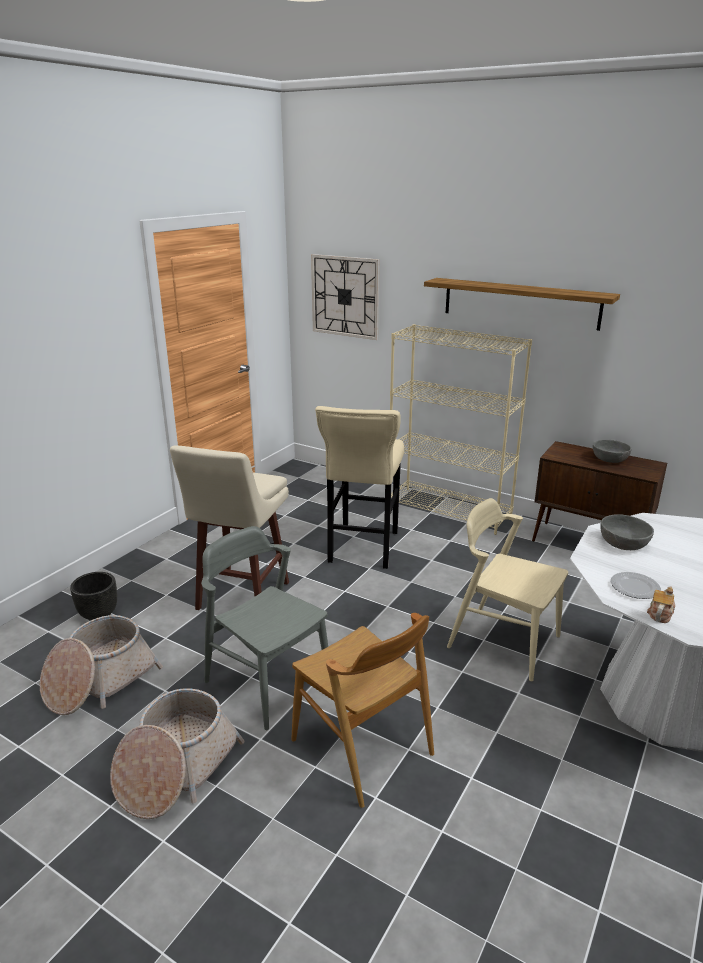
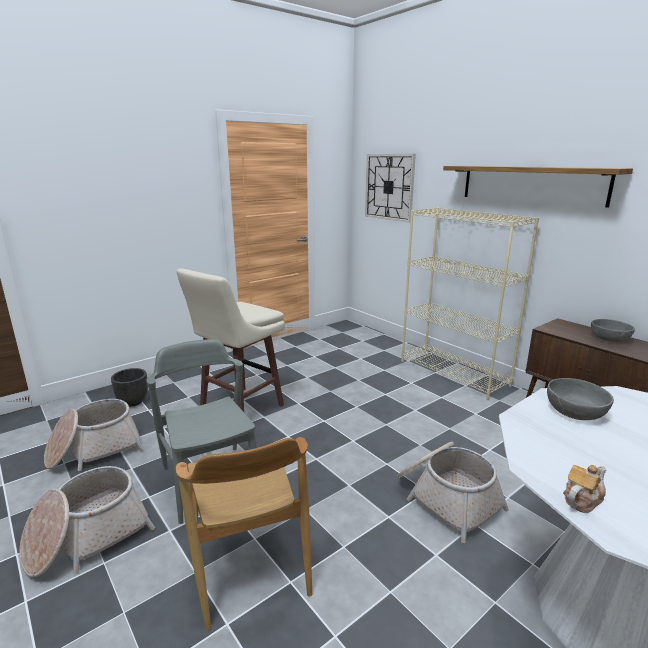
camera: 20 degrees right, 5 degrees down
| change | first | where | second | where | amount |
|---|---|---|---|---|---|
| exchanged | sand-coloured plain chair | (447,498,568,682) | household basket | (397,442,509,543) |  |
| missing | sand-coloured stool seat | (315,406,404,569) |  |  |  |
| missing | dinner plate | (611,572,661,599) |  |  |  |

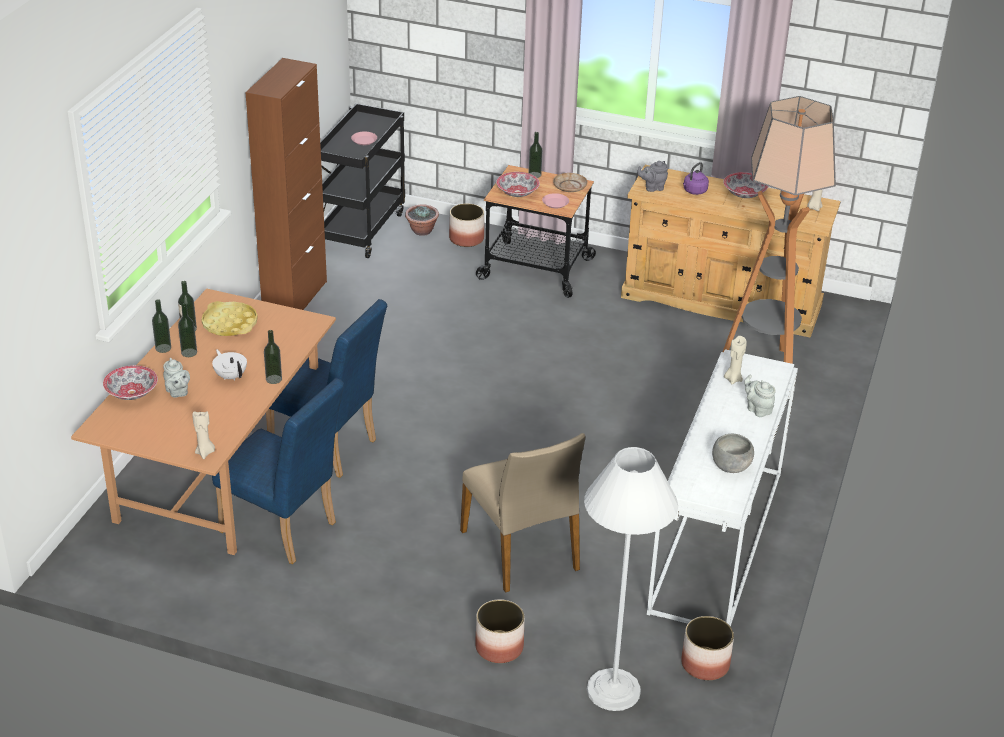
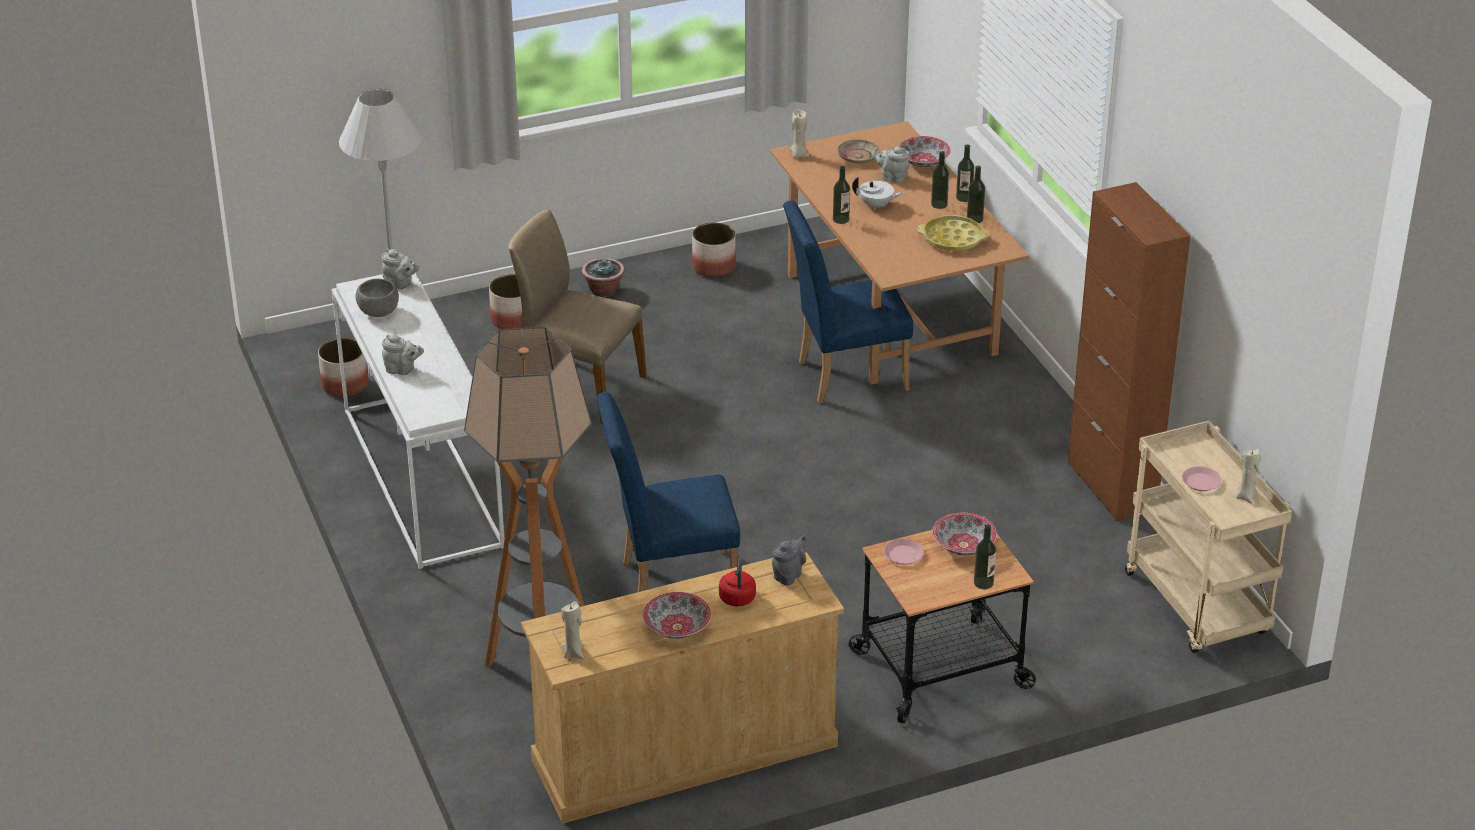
camera: 140 degrees right, 0 degrees up
| change | first | where | second | where | amount |
|---|---|---|---|---|---|
| appeared |  |  | gray pot for tea | (382,249,419,289) |  |
| relocated | houseplant | (405,204,439,236) |  | (582,258,625,298) |  |
| relocated | bluish plain chair | (212,378,345,565) |  | (596,392,740,592) |  |
| relocated | planter | (449,203,484,247) |  | (692,223,736,277) |  |
| colour | purple-coloured kettle | (683,162,709,195) | red kettle | (719,558,756,606) |  |
| relocated | sand-coloured dinner plate | (553,173,587,192) |  | (837,139,880,163) |  |
| colour | blackish wheeled cart | (320,103,405,258) | sand-coloured wheeled cart | (1125,421,1292,653) |  |
| relocated | sand-coloured wax candle | (724,336,747,384) |  | (1236,449,1261,504) |  |

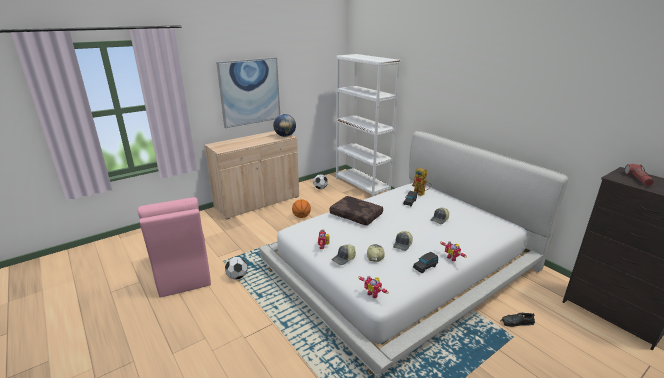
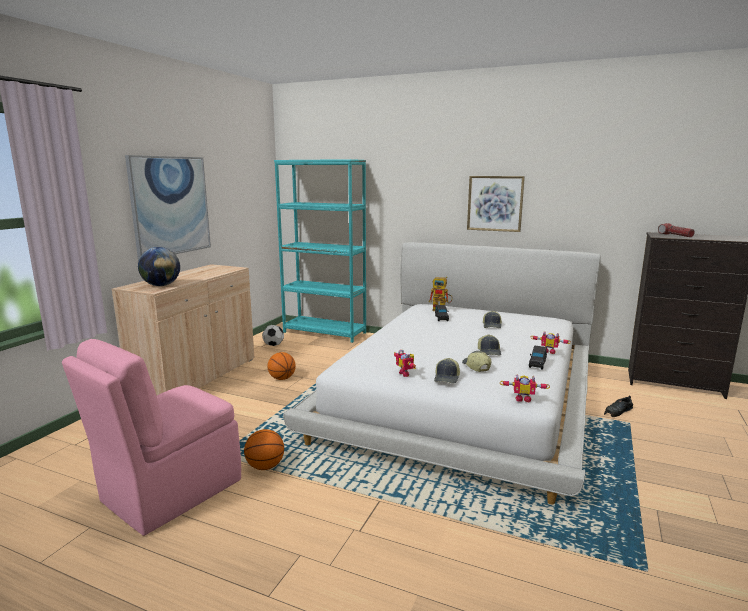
camera: 30 degrees left, 10 degrees down
| change | first | where | second | where | amount |
|---|---|---|---|---|---|
| spun | pinkish plain chair | (138,197,211,298) |  | (62,339,241,536) | 90 degrees clockwise |
| relocated | desk globe | (273,114,296,137) |  | (138,247,180,286) |  |
| exchanged | ball for football | (225,257,248,280) | basketball | (244,429,284,470) |  |
| colour | white-coloured bookcase | (336,54,400,197) | turquoise-coloured bookcase | (274,159,366,343) |  |
| appeared |  |  | wall art | (467,176,525,232) |  |
| missing | brown-coloured pillow | (329,196,383,226) |  |  |  |

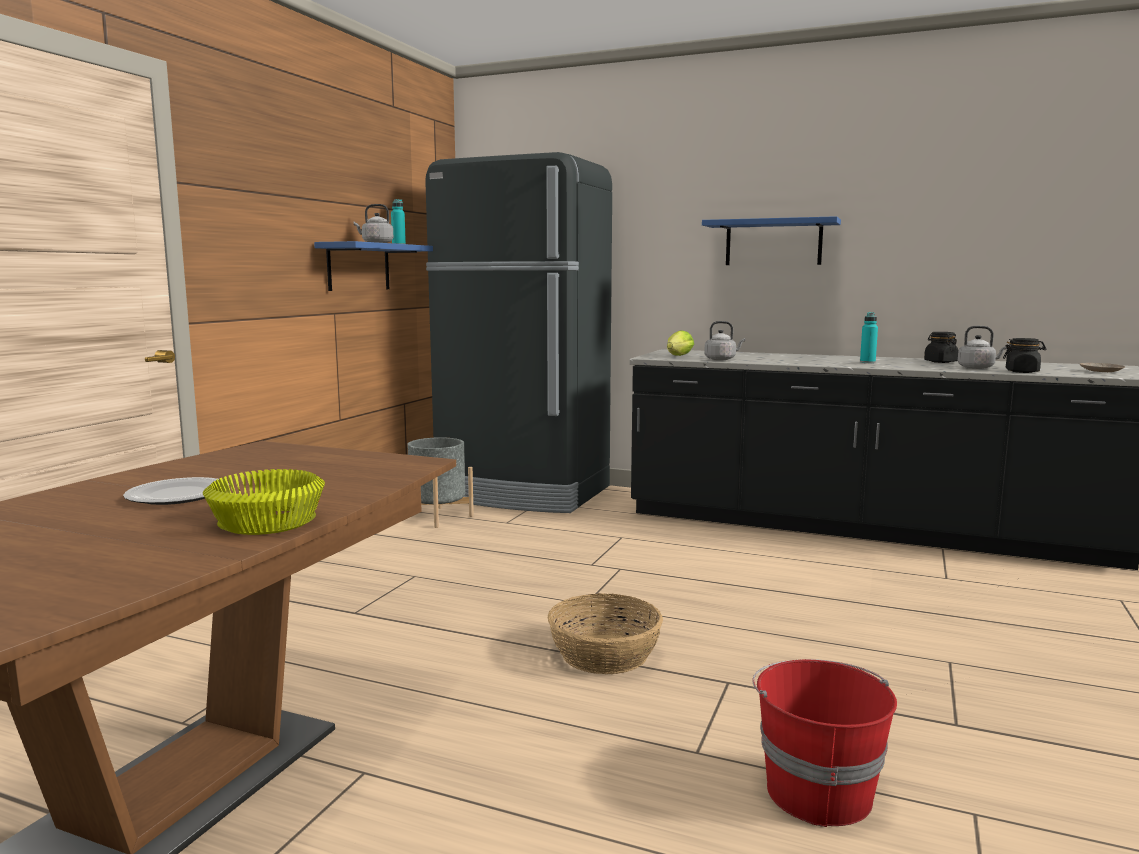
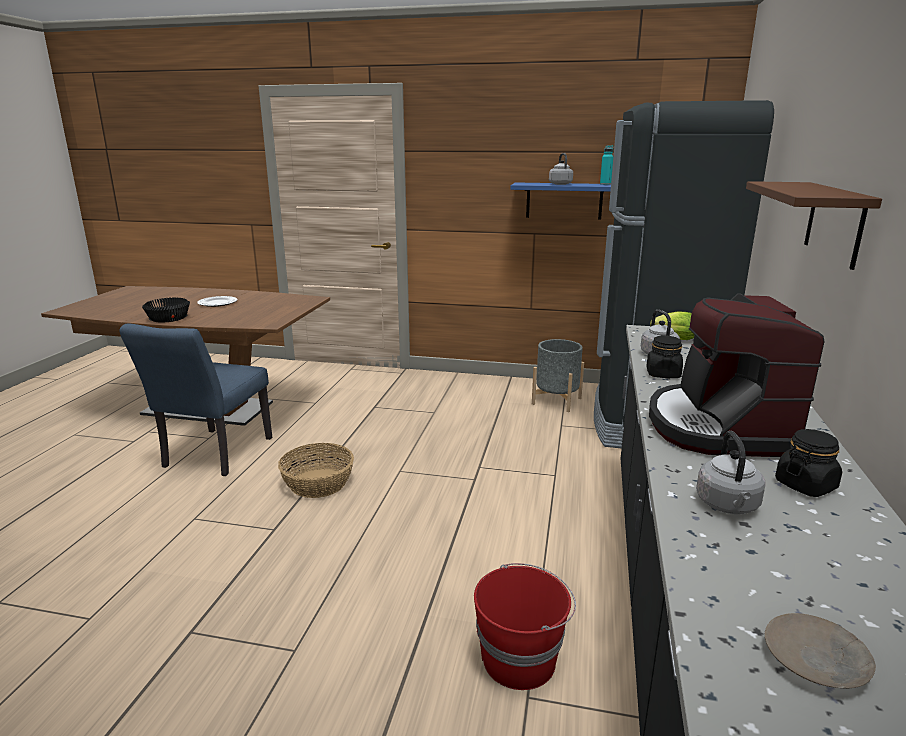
camera: 80 degrees right, 10 degrees up
| change | first | where | second | where | amount |
|---|---|---|---|---|---|
| appeared |  |  | bluish plain chair | (119,323,272,476) |  |
| colour | yellowish bowl | (203,469,325,535) | blackish bowl | (142,297,190,322) |  |
| relocated | red bucket | (752,659,897,827) |  | (474,563,576,690) |  |
| relocated | blackish jar | (1003,338,1046,373) |  | (646,335,683,378) |  |
| exchanged | turquoise-coloured beverage bottle | (860,312,878,363) | coffee brewer | (649,294,825,457) |  |
| colour | bluish bracket shelf | (702,216,841,265) | brown-coloured bracket shelf | (746,181,882,270) |  |

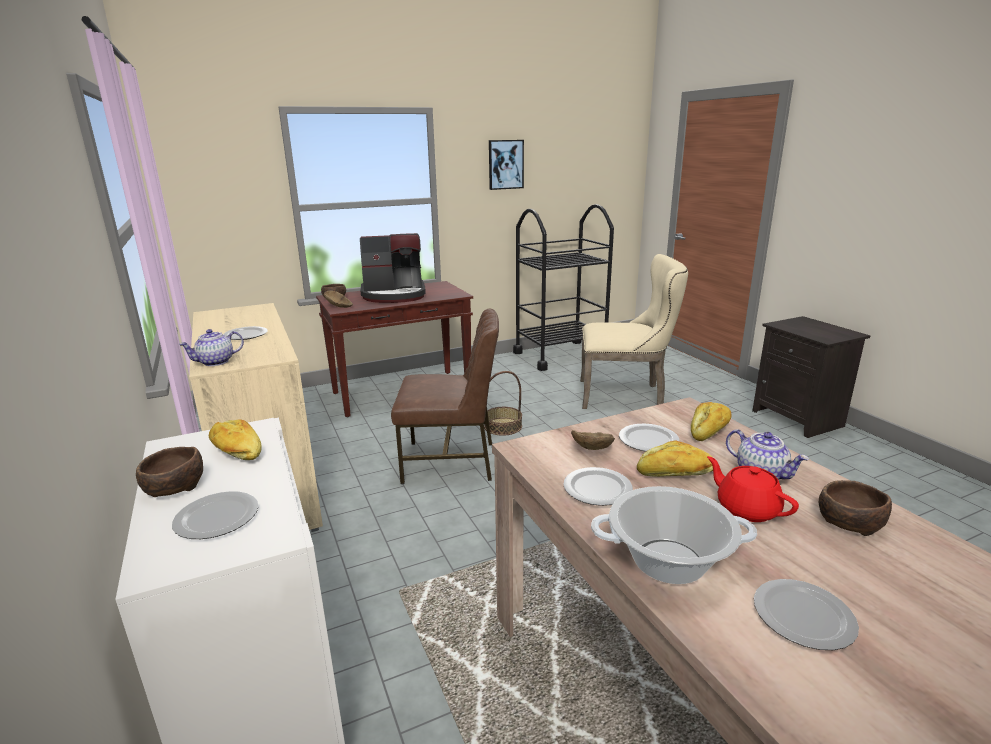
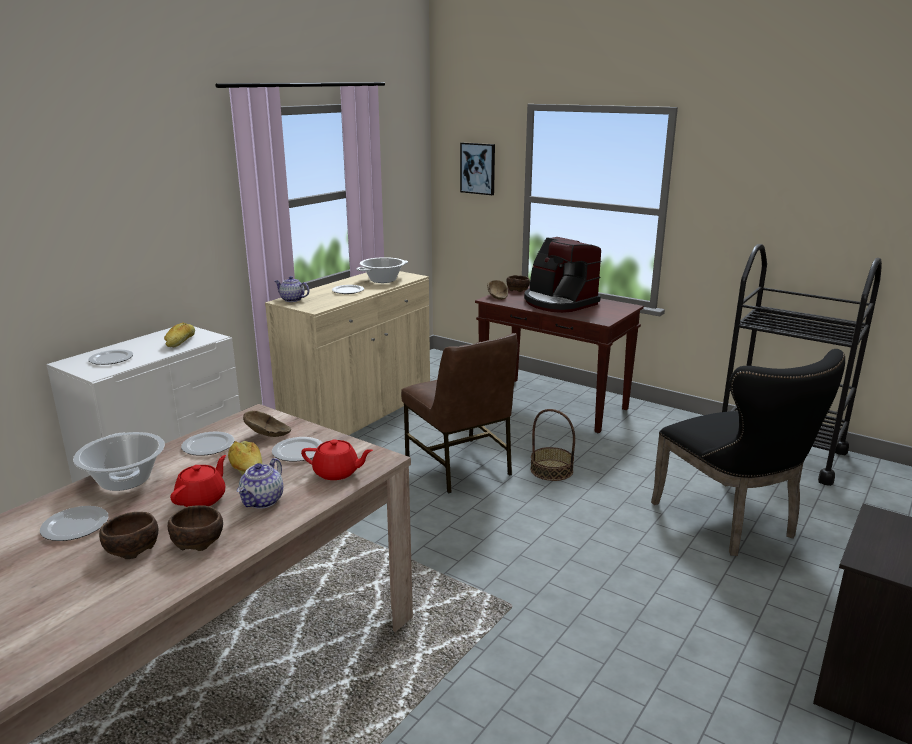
camera: 60 degrees right, 0 degrees up
| change | first | where | second | where | amount |
|---|---|---|---|---|---|
| relocated | brown-coloured bowl | (136,447,203,497) |  | (99,512,158,559) |  |
| exchanged | bread | (691,402,732,441) | red pot for tea | (301,439,373,480) |  |
| appeared |  |  | cooking pot | (356,257,408,283) |  |
| relocated | wall art | (489,140,524,190) |  | (460,142,495,195) |  |
| colour | sand-coloured plain chair | (580,254,688,409) | blackish plain chair | (651,349,845,556) |  |

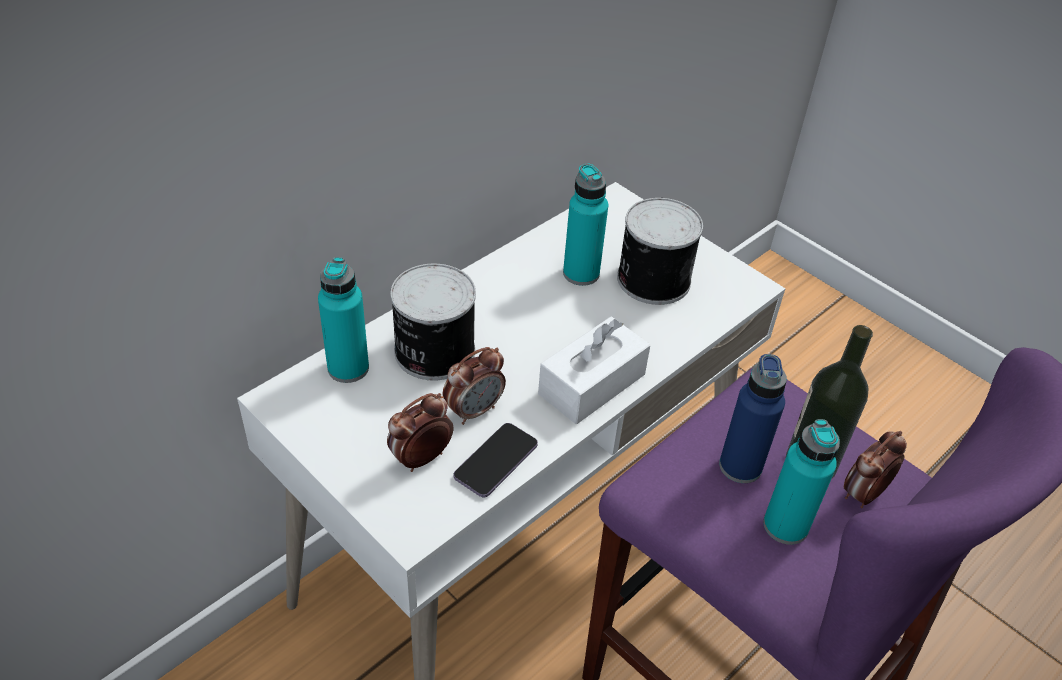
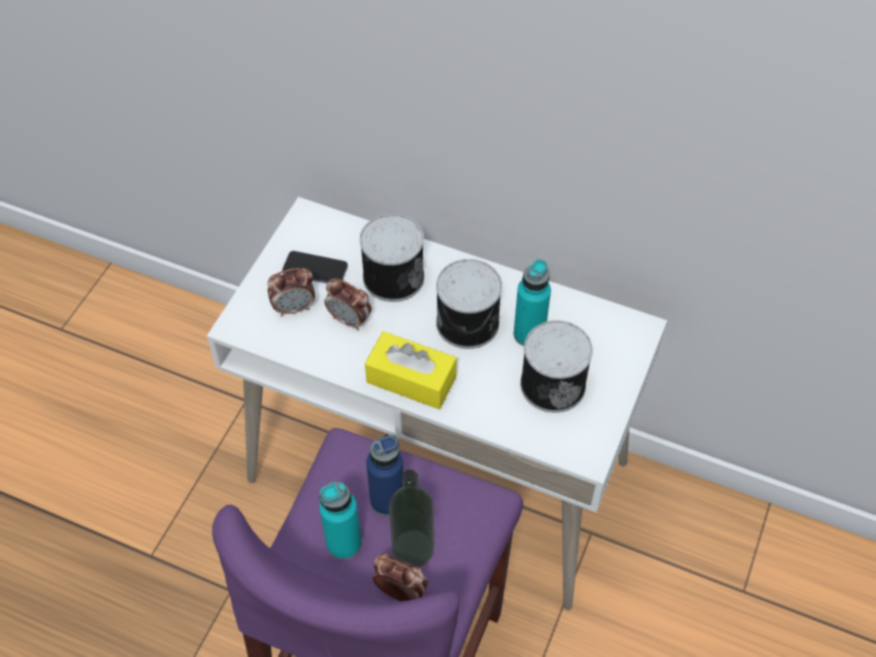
camera: 70 degrees right, 10 degrees up
| change | first | where | second | where | amount |
|---|---|---|---|---|---|
| spun | bedside clock | (387,393,453,472) |  | (267,268,315,317) | 135 degrees clockwise |
| relocated | telephone | (454,423,538,498) |  | (282,251,348,283) |  |
| colour | white-coloured box of tissues | (538,317,650,424) | yellowish box of tissues | (365,331,457,409) |  |
| appeared |  |  | can | (436,259,502,349) |  |
| missing | turquoise-coloured beverage bottle | (318,257,369,383) |  |  |  |

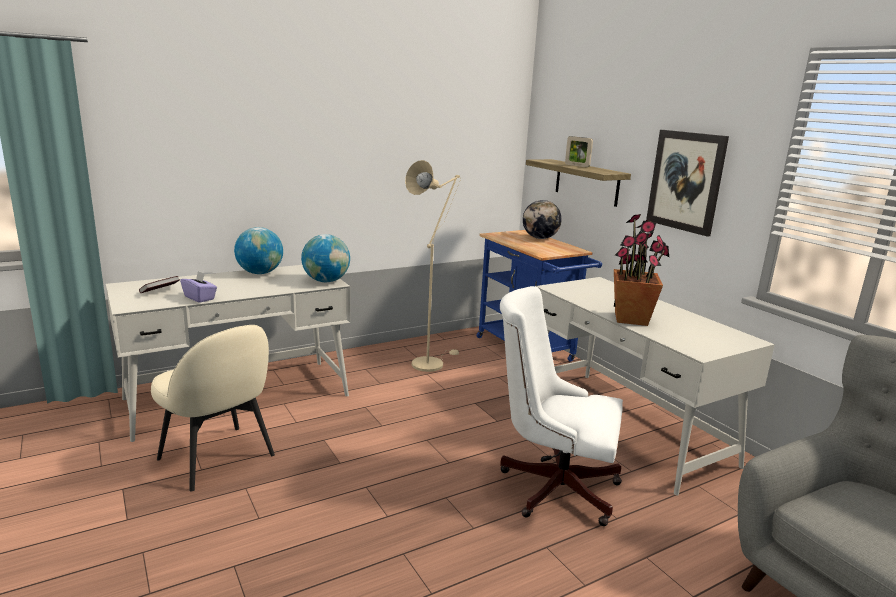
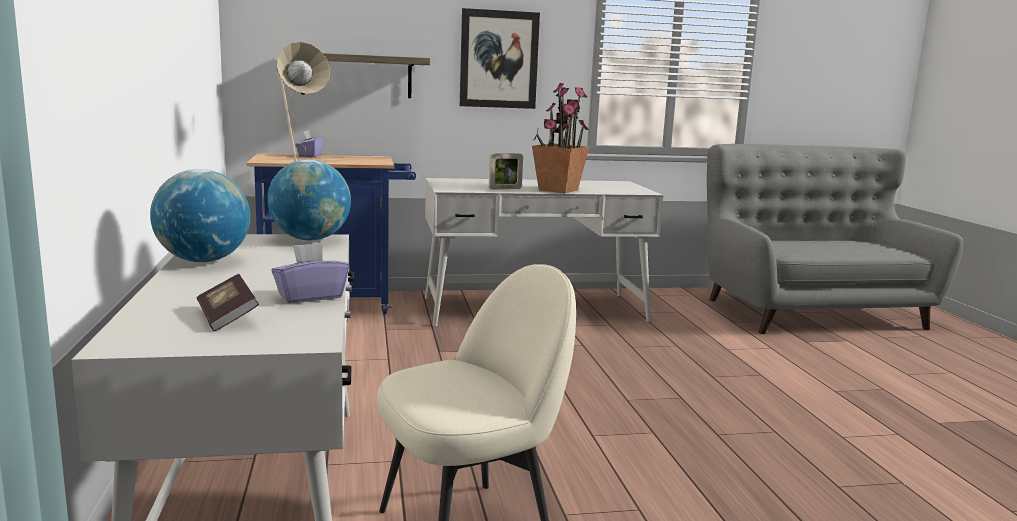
camera: 70 degrees left, 5 degrees down
| change | first | where | second | where | amount |
|---|---|---|---|---|---|
| exchanged | desk globe | (523,200,562,239) | purple-coloured box of tissues | (295,130,323,157) |  |
| relocated | photo frame | (565,136,593,167) |  | (489,153,523,190) |  |
| missing | white-coloured computer chair | (500,286,623,526) |  |  |  |

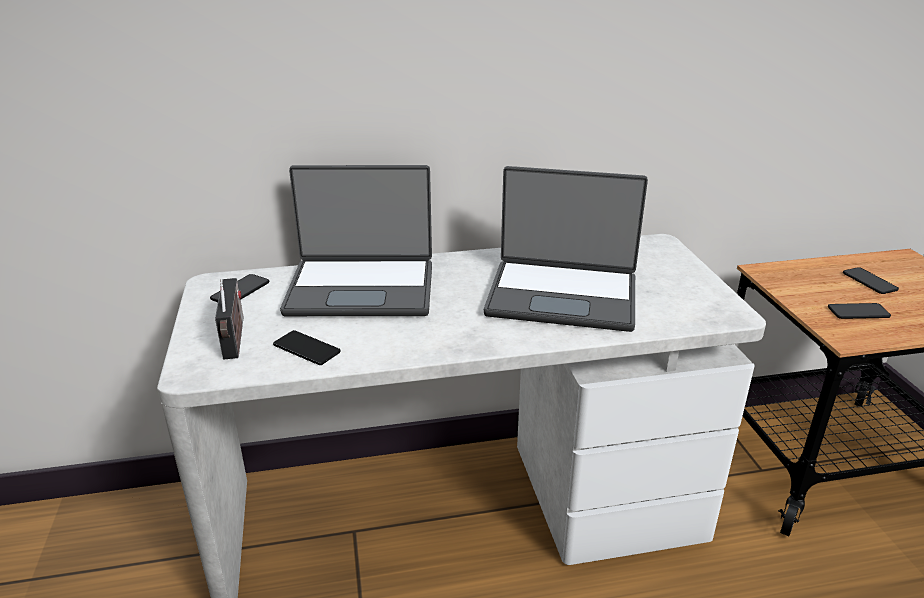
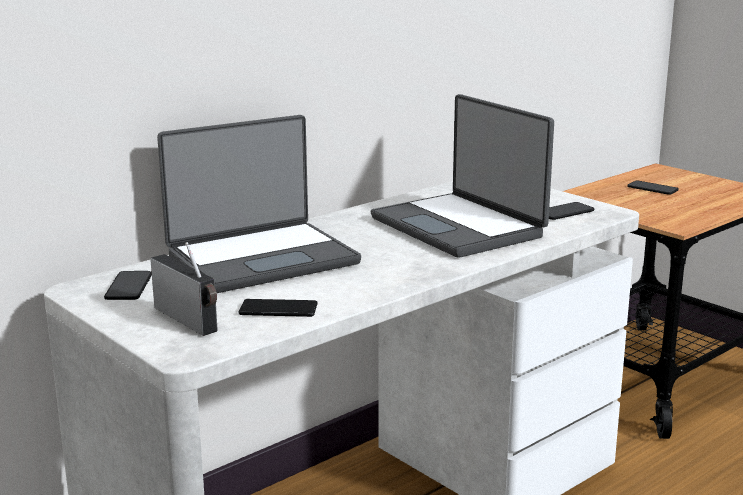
camera: 30 degrees left, 10 degrees down
| change | first | where | second | where | amount |
|---|---|---|---|---|---|
| spun | portable computer | (484,166,648,332) |  | (371,94,554,258) | 75 degrees clockwise |
| relocated | telephone | (828,303,891,319) |  | (549,202,594,220) |  |

